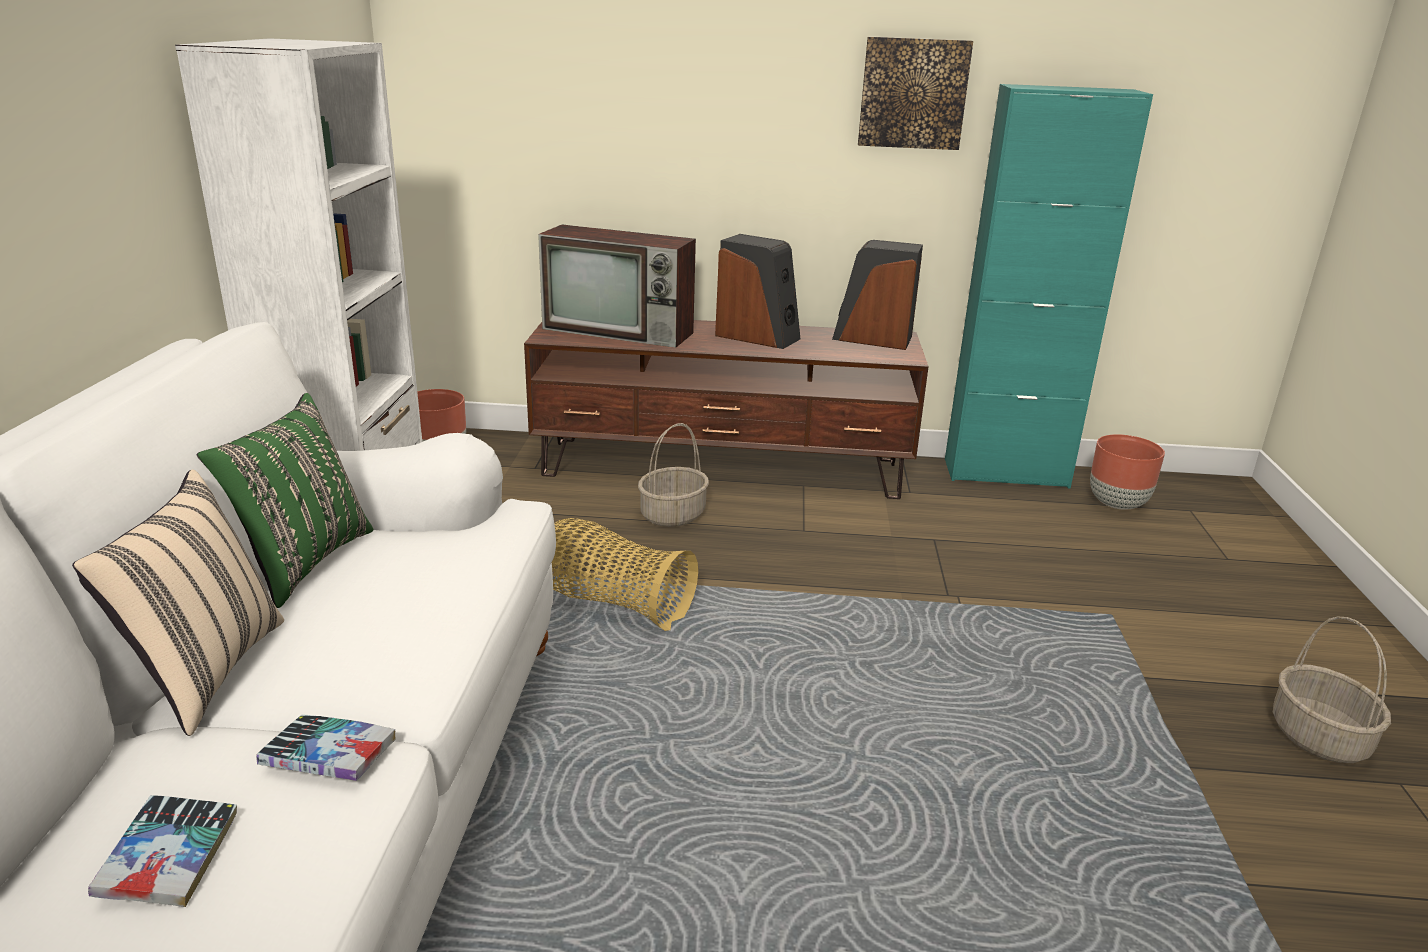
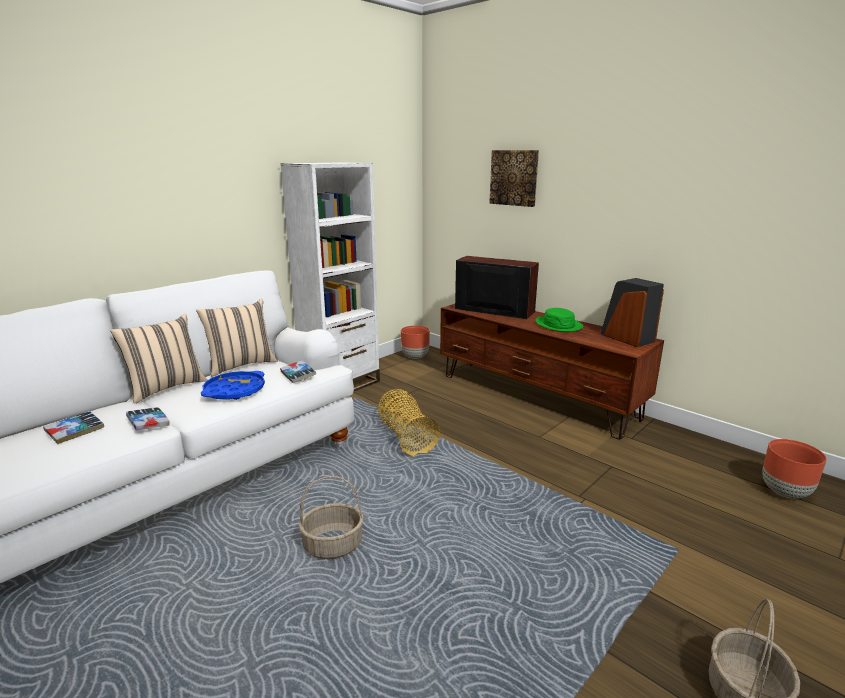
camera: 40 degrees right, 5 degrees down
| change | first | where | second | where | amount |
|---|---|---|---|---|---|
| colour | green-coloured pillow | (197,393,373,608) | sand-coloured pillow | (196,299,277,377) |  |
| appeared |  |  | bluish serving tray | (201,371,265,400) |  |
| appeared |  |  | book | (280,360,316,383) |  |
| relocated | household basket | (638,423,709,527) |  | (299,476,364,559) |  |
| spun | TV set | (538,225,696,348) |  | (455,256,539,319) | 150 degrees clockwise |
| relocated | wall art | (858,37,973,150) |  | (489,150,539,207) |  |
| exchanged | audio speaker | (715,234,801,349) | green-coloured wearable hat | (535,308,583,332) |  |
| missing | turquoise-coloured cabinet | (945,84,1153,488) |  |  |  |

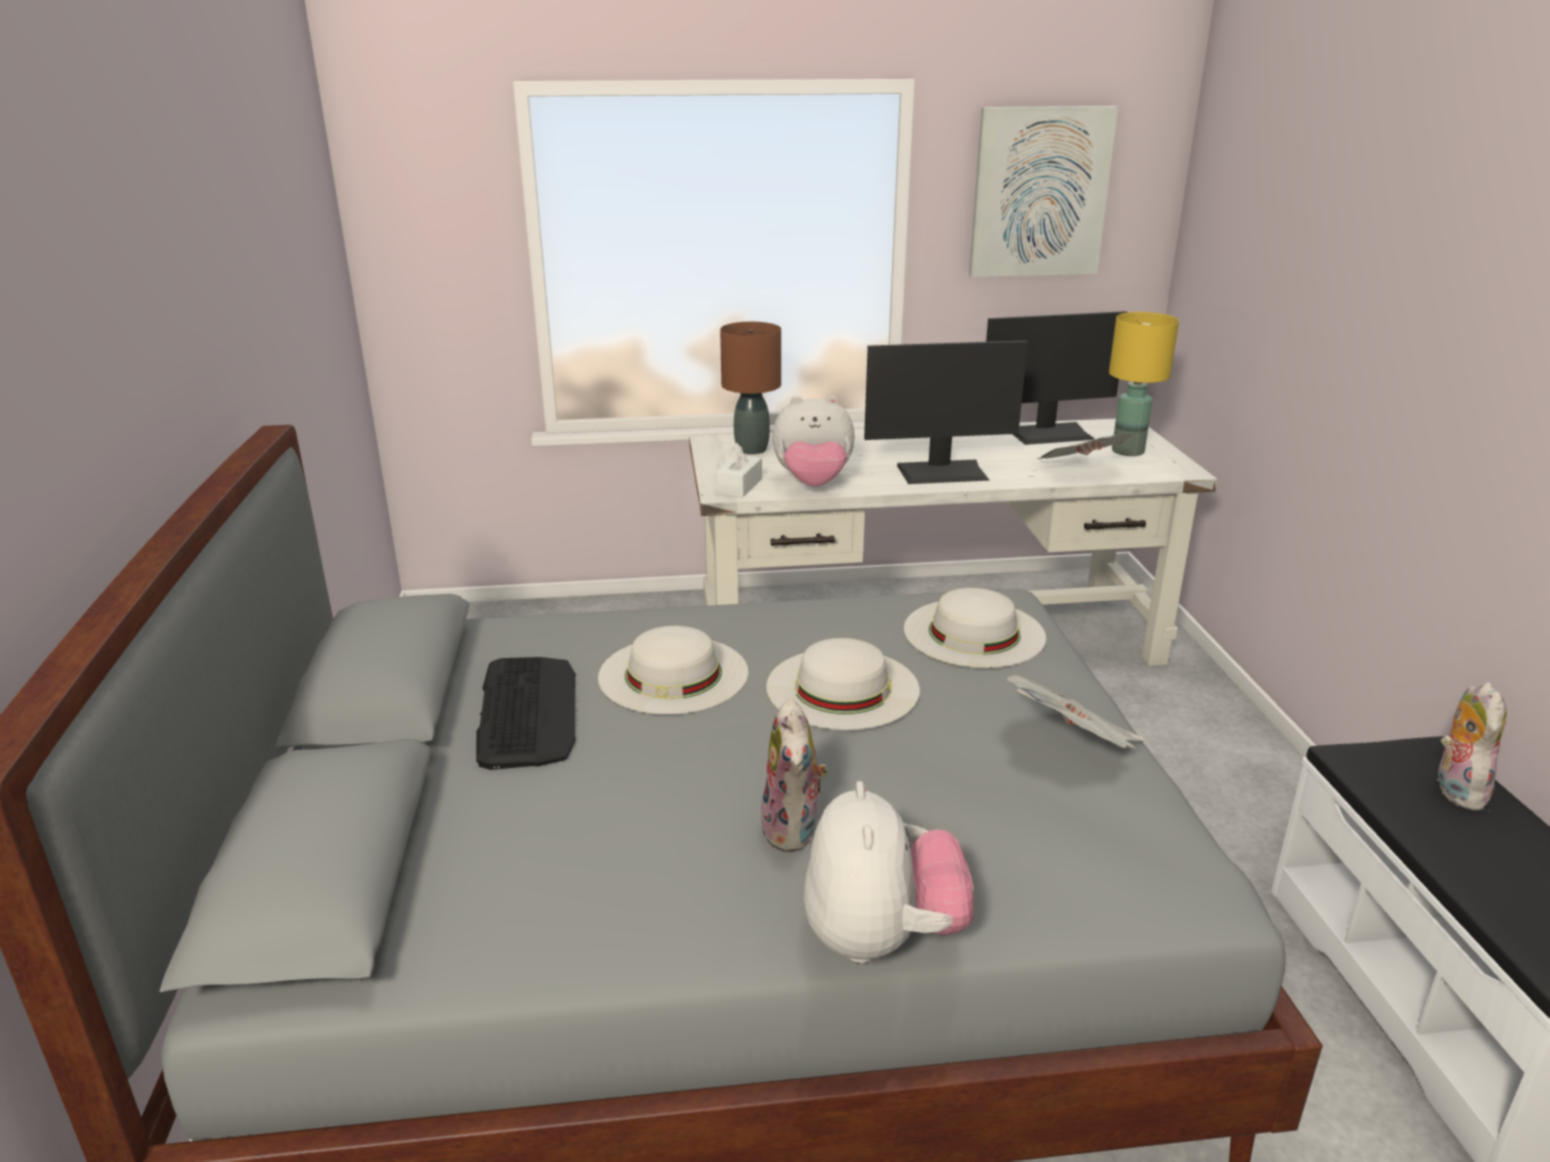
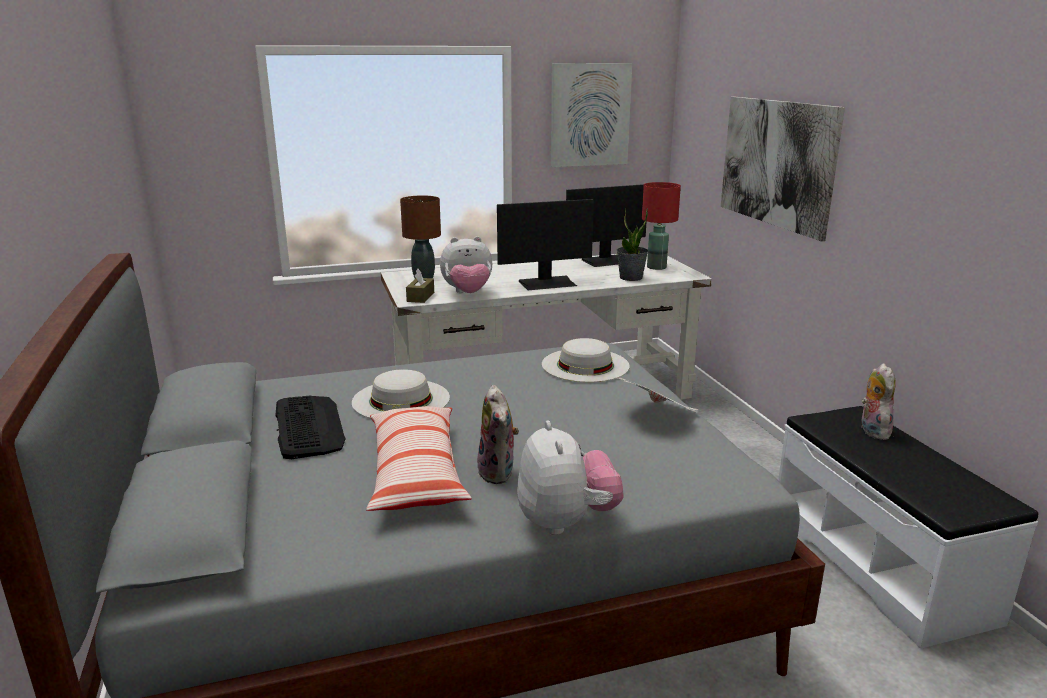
camera: 10 degrees left, 5 degrees down
| change | first | where | second | where | amount |
|---|---|---|---|---|---|
| appeared |  |  | pillow | (366,406,472,511) |  |
| colour | white-coloured box of tissues | (716,443,762,498) | brown-coloured box of tissues | (406,269,434,303) |  |
| exchanged | printed paper | (1038,434,1133,459) | houseplant | (617,208,648,281) |  |
| colour | yellowish lamp for a table | (1109,312,1179,456) | red lamp for a table | (642,182,681,270) |  |
| appeared |  |  | wall art | (721,97,845,242) |  |
| missing | white-coloured wearable hat | (766,638,920,730) |  |  |  |

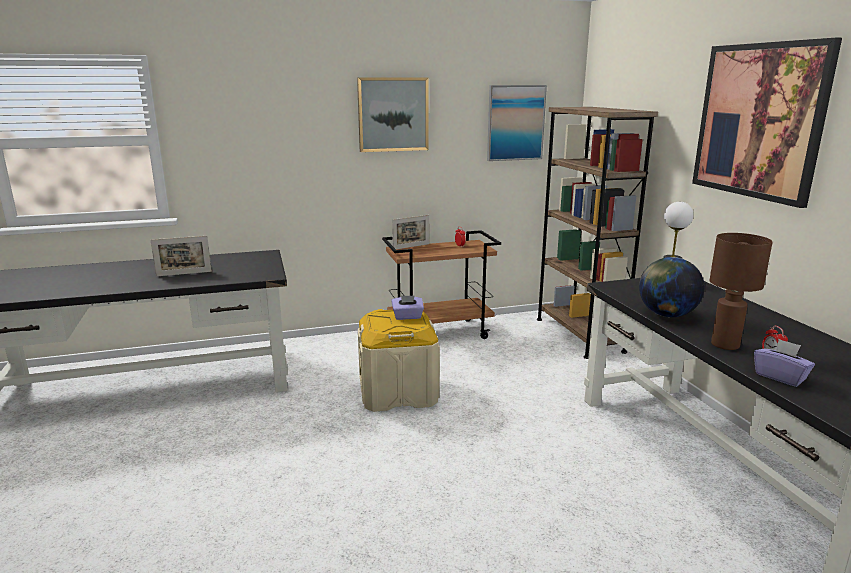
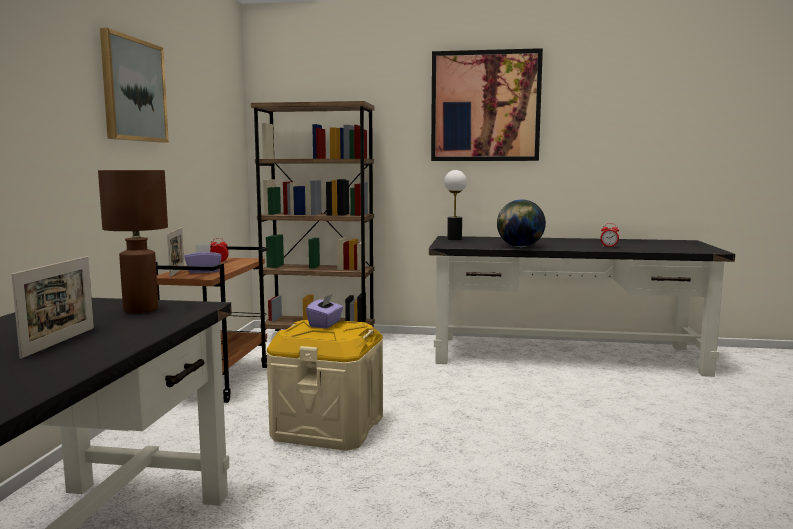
camera: 65 degrees left, 10 degrees down
| change | first | where | second | where | amount |
|---|---|---|---|---|---|
| relocated | brown-coloured lamp for a table | (709,233,773,350) |  | (98,170,168,313) |  |
| relocated | purple-coloured box of tissues | (754,339,815,387) |  | (184,244,222,273) |  |
| missing | wall art | (487,85,547,161) |  |  |  |

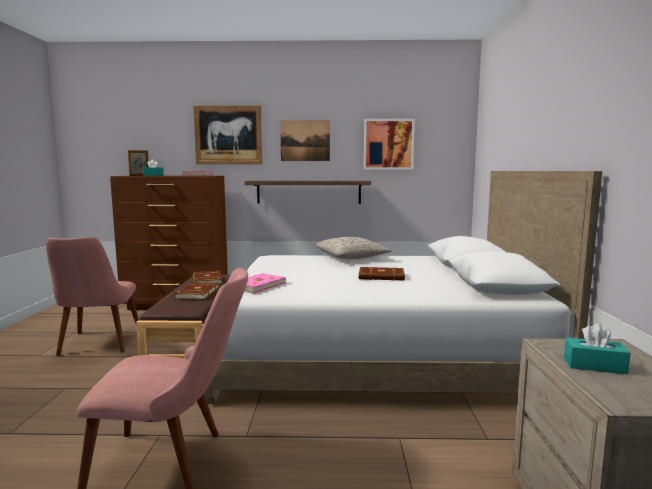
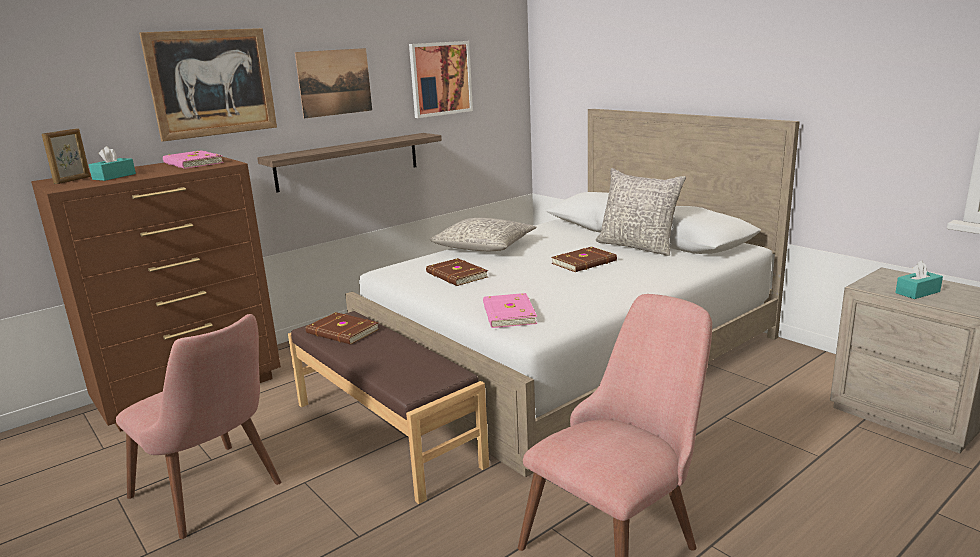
camera: 40 degrees left, 10 degrees up
| change | first | where | second | where | amount |
|---|---|---|---|---|---|
| relocated | brown-coloured book | (174,282,219,300) |  | (426,258,488,286) |  |
| appeared |  |  | gray pillow | (596,168,686,256) |  |

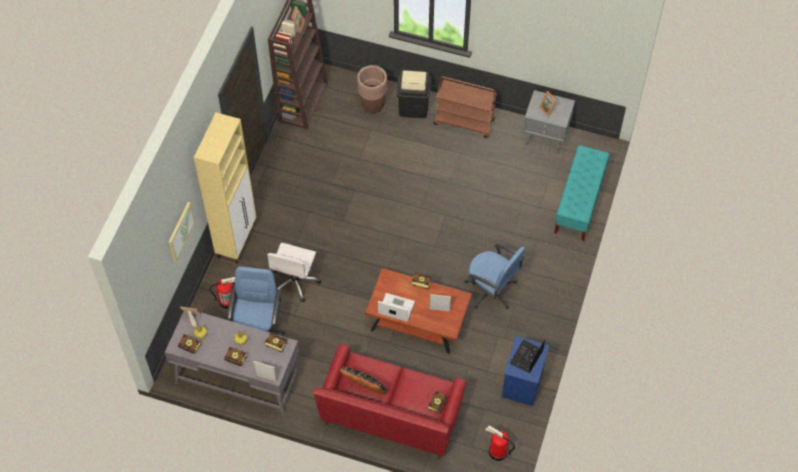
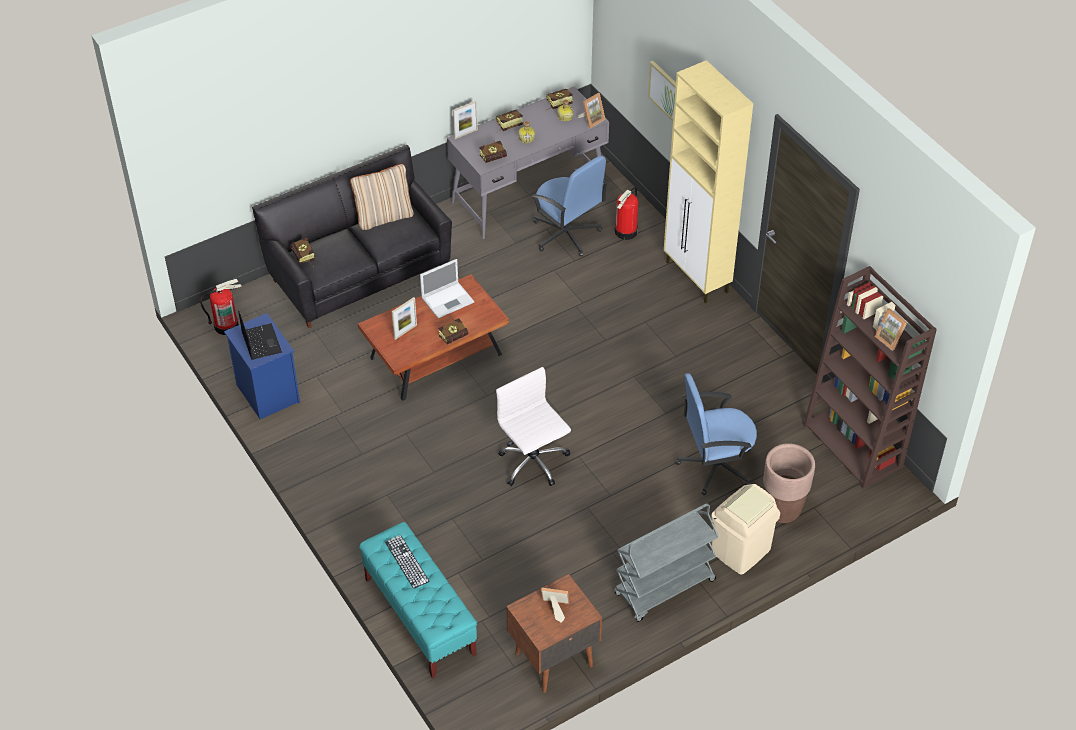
camera: 130 degrees right, 10 degrees down
| change | first | where | second | where | amount |
|---|---|---|---|---|---|
| colour | red couch | (313,344,466,459) | blackish couch | (252,145,452,328) |  |
| colour | blackish pillow | (340,367,388,395) | sand-coloured pillow | (350,164,413,230) |  |
| appeared |  |  | PC keyboard | (385,535,430,589) |  |
| relocated | white-coloured computer chair | (267,243,321,302) |  | (496,367,571,486) |  |
| colour | gray night table | (523,90,575,154) | brown-coloured night table | (506,574,602,693) |  |
| colour | brown-coloured wheeled cart | (434,76,497,138) | gray wheeled cart | (614,503,719,622) |  |
| relocated | bluish computer chair | (465,244,525,309) |  | (676,373,757,496) |  |
| colour | blackish waste bin | (397,70,431,118) | sand-coloured waste bin | (711,484,780,575) |  |

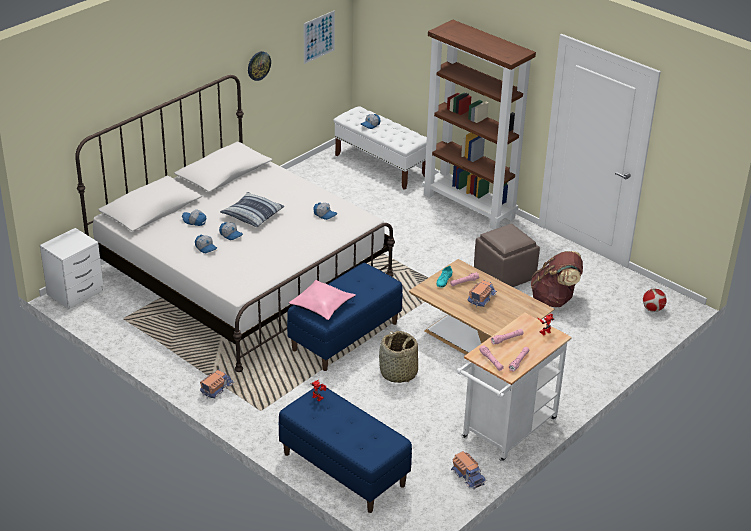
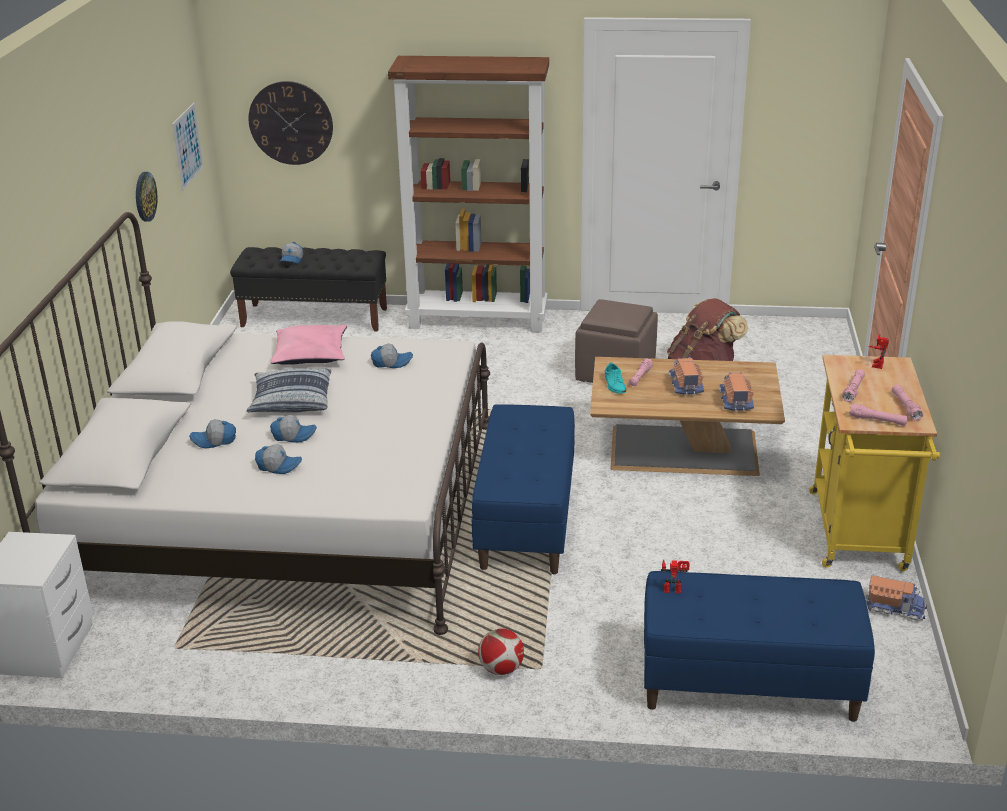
camera: 35 degrees left, 5 degrees down
| change | first | where | second | where | amount |
|---|---|---|---|---|---|
| colour | white-coloured indoor bench | (333,106,427,190) | blackish indoor bench | (230,247,387,332) |  |
| appeared |  |  | clock on the wall | (248,81,333,165) |  |
| relocated | pinkish pillow | (289,280,356,320) |  | (271,325,347,365) |  |
| relocated | ball for football | (643,289,667,312) |  | (478,628,524,675) |  |
| relocated | toy lorry | (200,370,234,399) |  | (719,372,754,413) |  |
| colour | white-coloured wheeled cart | (457,313,572,462) | yellowish wheeled cart | (809,355,940,571) |  |
| missing | household basket | (379,331,418,383) |  |  |  |

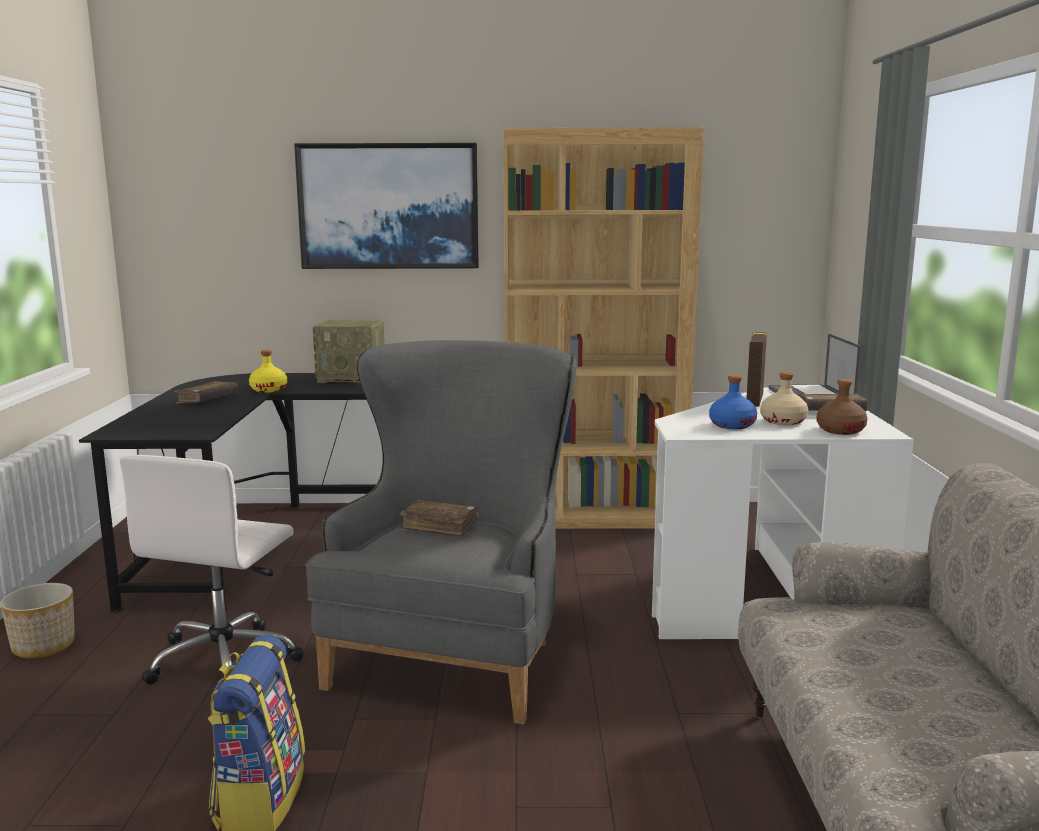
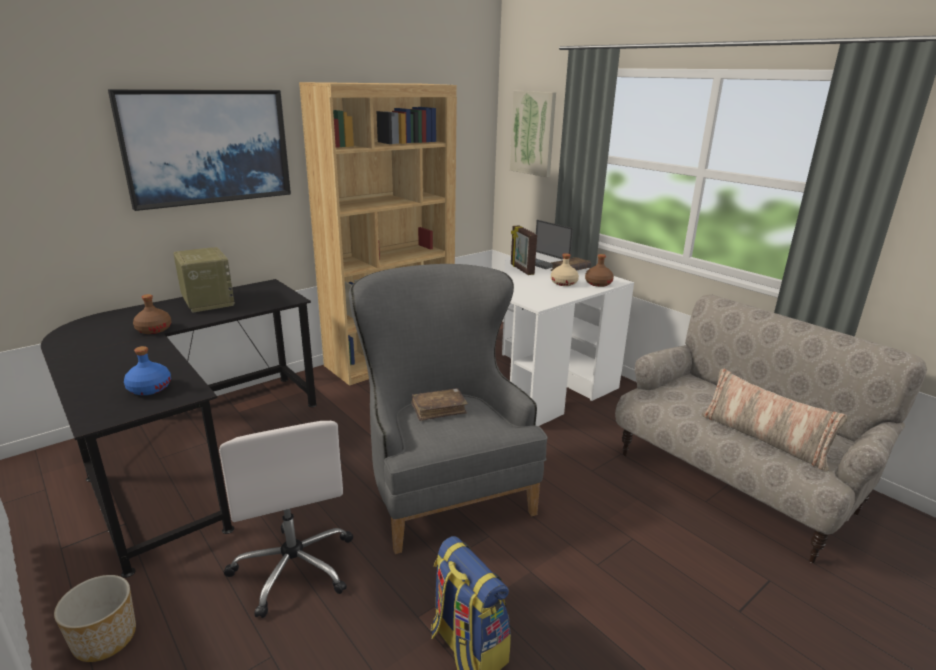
camera: 40 degrees left, 10 degrees up
| change | first | where | second | where | amount |
|---|---|---|---|---|---|
| relocated | bluish beverage bottle | (709,375,757,429) |  | (124,346,171,395) |  |
| colour | yellowish beverage bottle | (249,350,287,393) | brown-coloured beverage bottle | (133,294,171,334) |  |
| spun | radio receiver | (313,320,385,383) |  | (173,247,235,313) | 90 degrees counterclockwise |
| appeared |  |  | wall art | (510,91,556,177) |  |
| appeared |  |  | pillow | (701,369,848,472) |  |
| missing | brown-coloured book | (174,381,239,403) |  |  |  |

